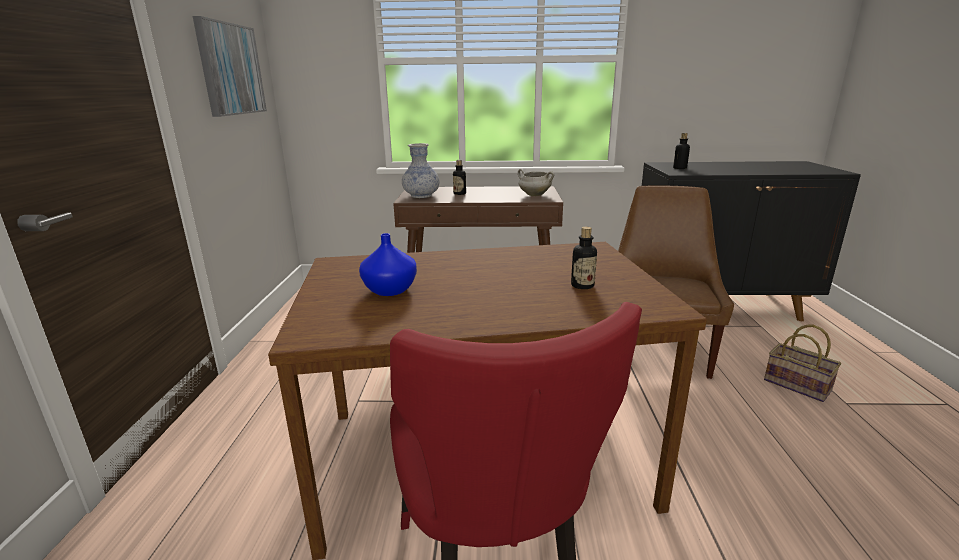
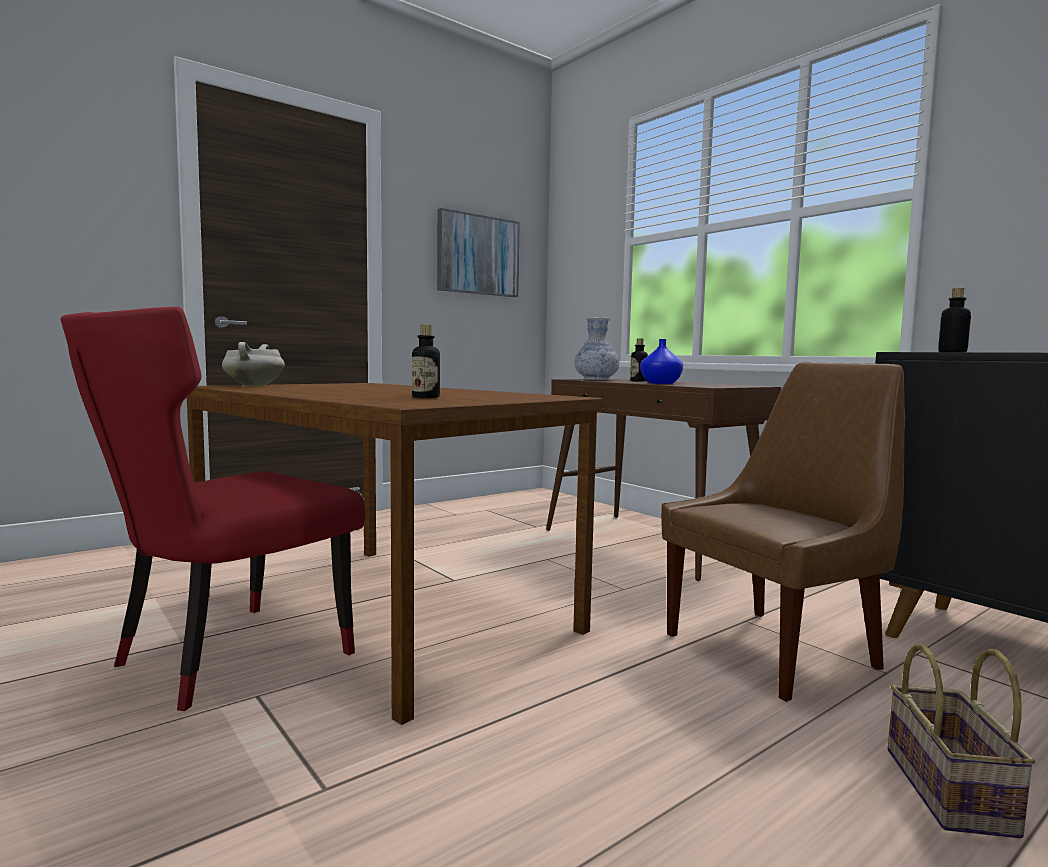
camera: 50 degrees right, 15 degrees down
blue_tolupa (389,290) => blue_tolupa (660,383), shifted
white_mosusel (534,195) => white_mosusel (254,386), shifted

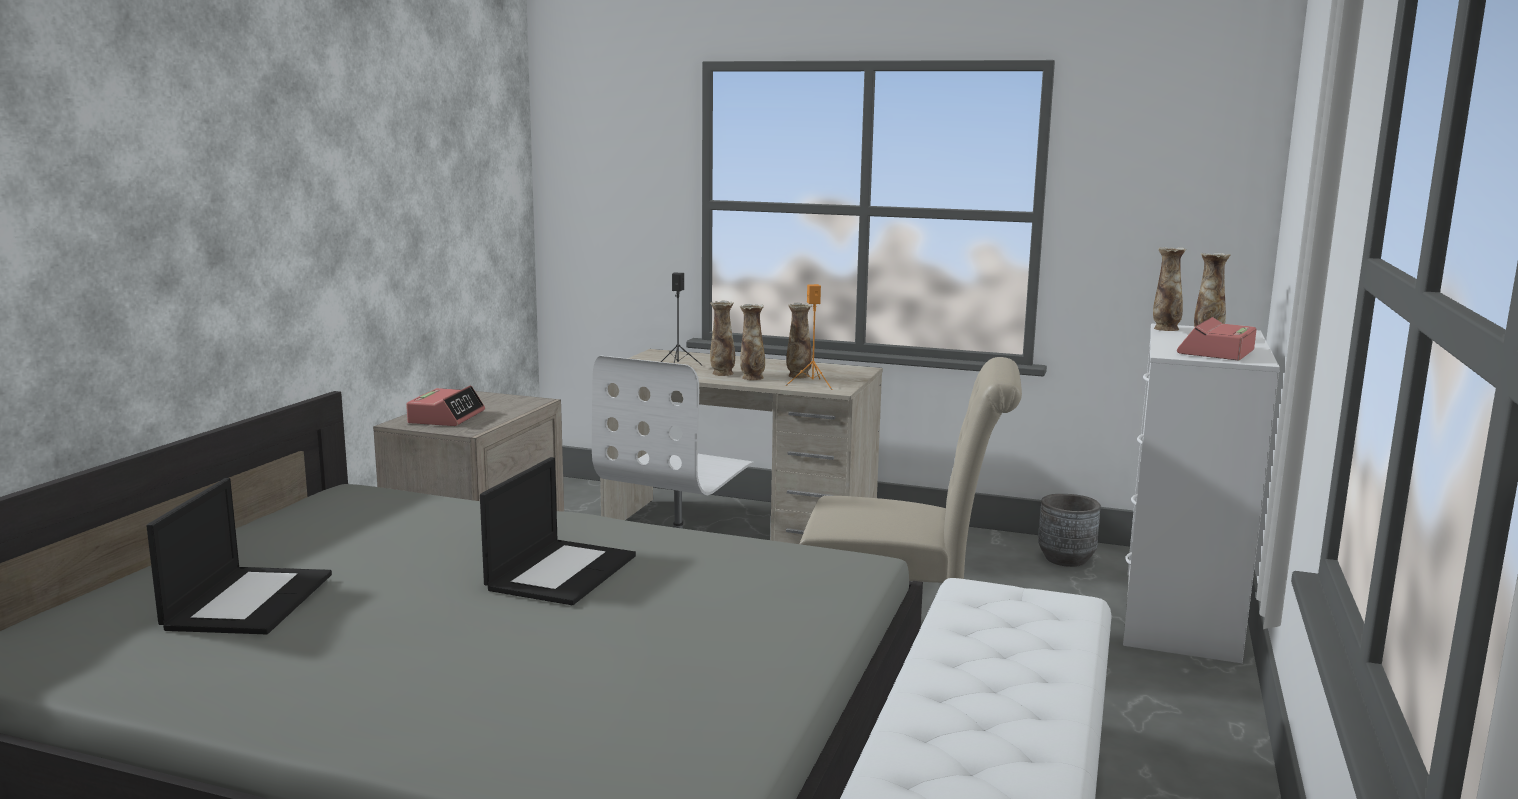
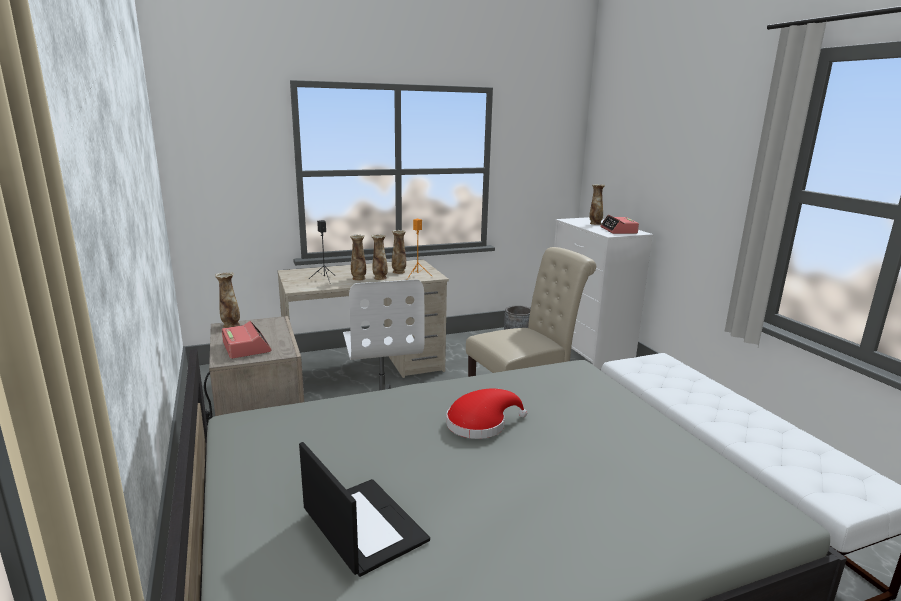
camera: 40 degrees left, 5 degrees up
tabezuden (561,571) => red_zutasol (480,424)
tolupa (1165,329) => tolupa (230,325), shifted

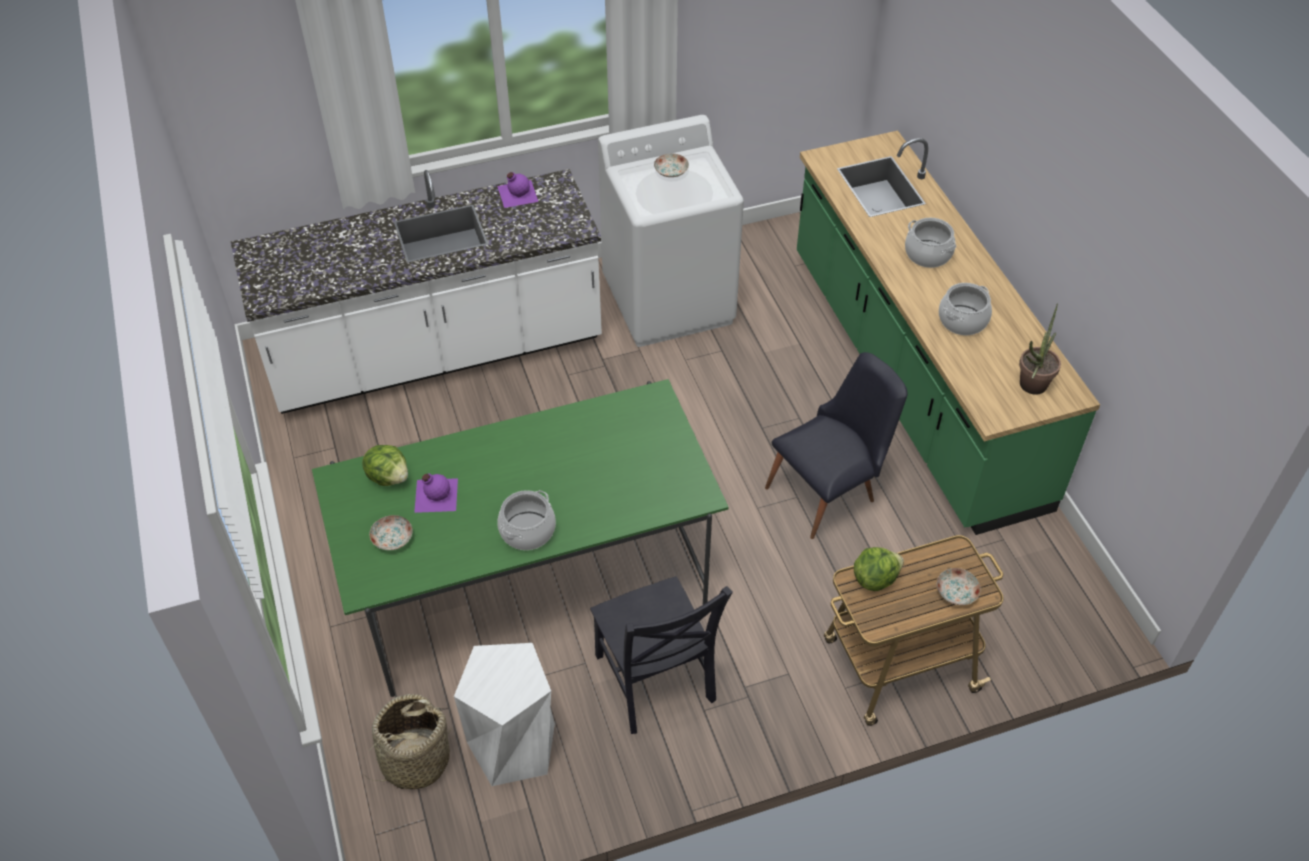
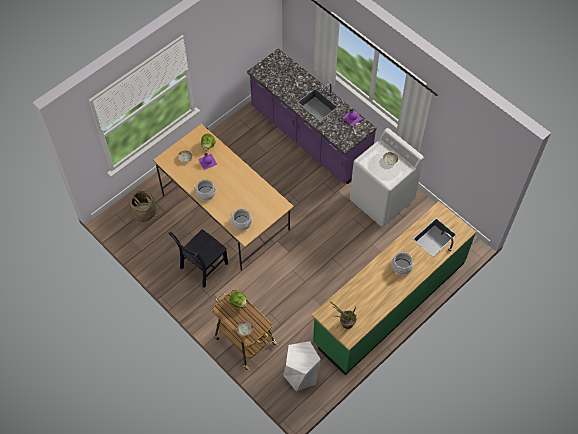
camera: 65 degrees right, 10 degrees up
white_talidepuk (436,354) => purple_talidepuk (309,137)
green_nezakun (529,578) => beige_nezakun (225,212)
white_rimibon (513,745) => white_rimibon (301,375), shifted
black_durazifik (830,491) => nothing
mosusel (962,320) => mosusel (242,222), shifted

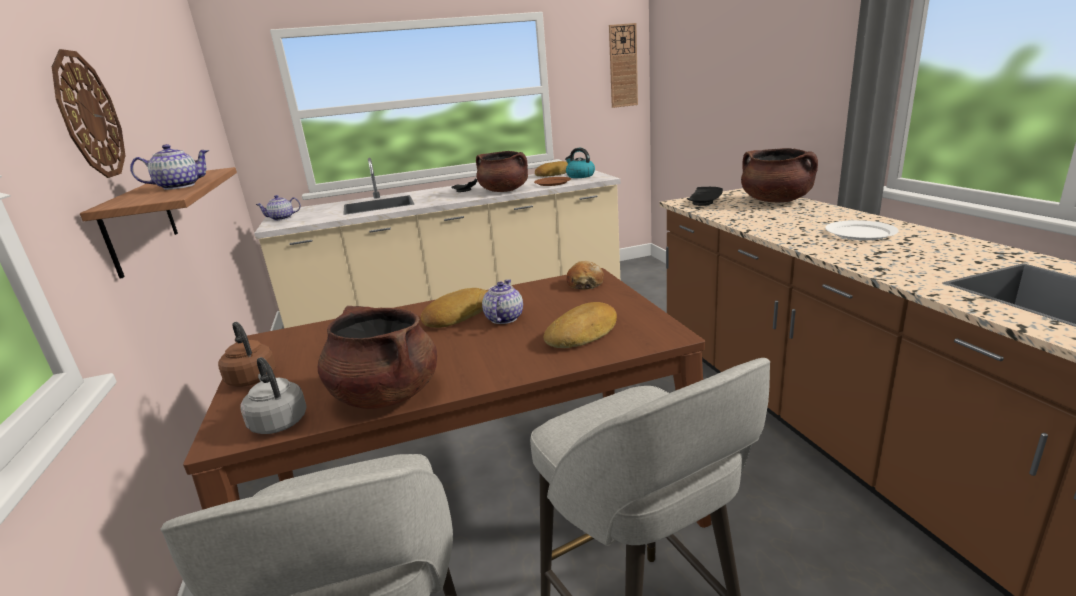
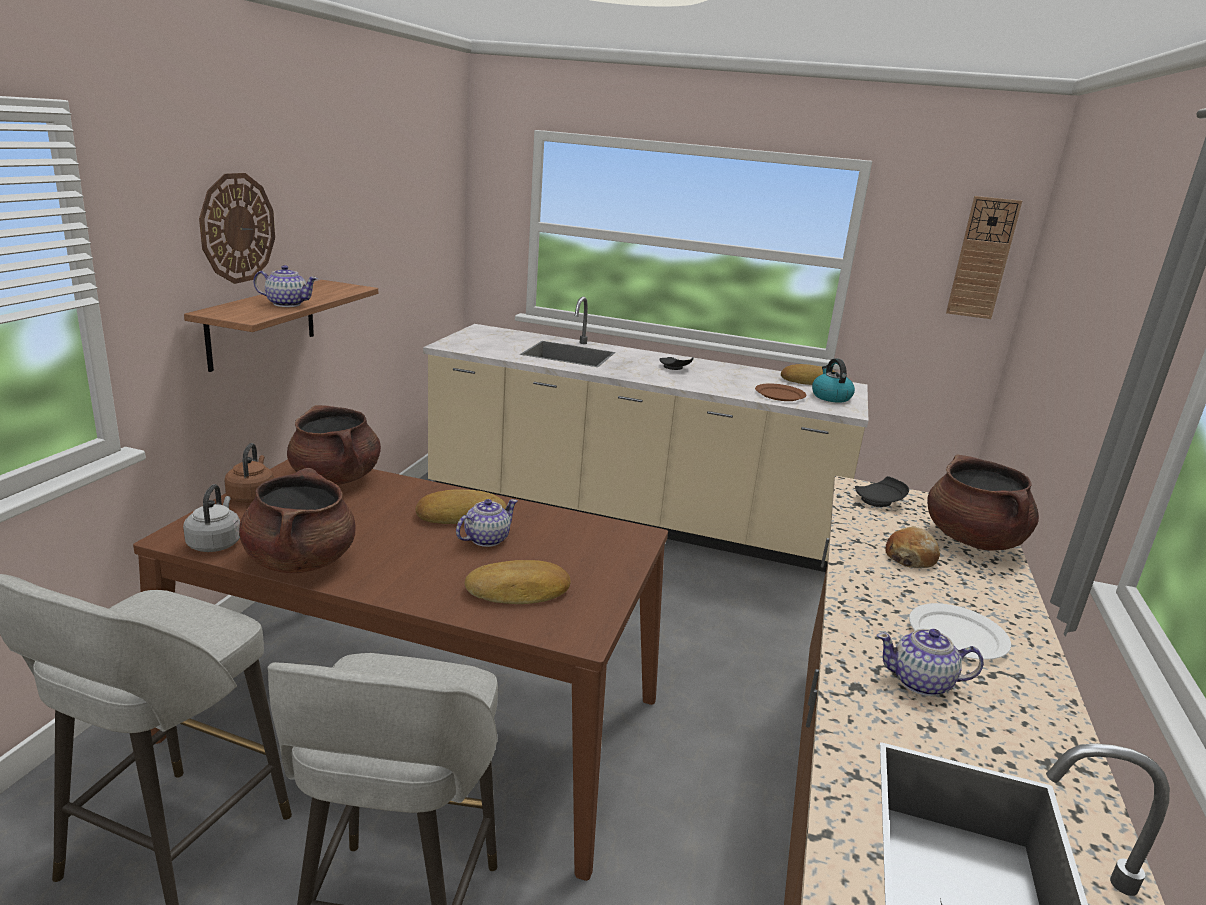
camera: 30 degrees right, 0 degrees up
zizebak (282,218) => zizebak (921,683), shifted
brown_mosusel (504,191) => brown_mosusel (336,478), shifted
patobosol (585,283) => patobosol (910,557), shifted

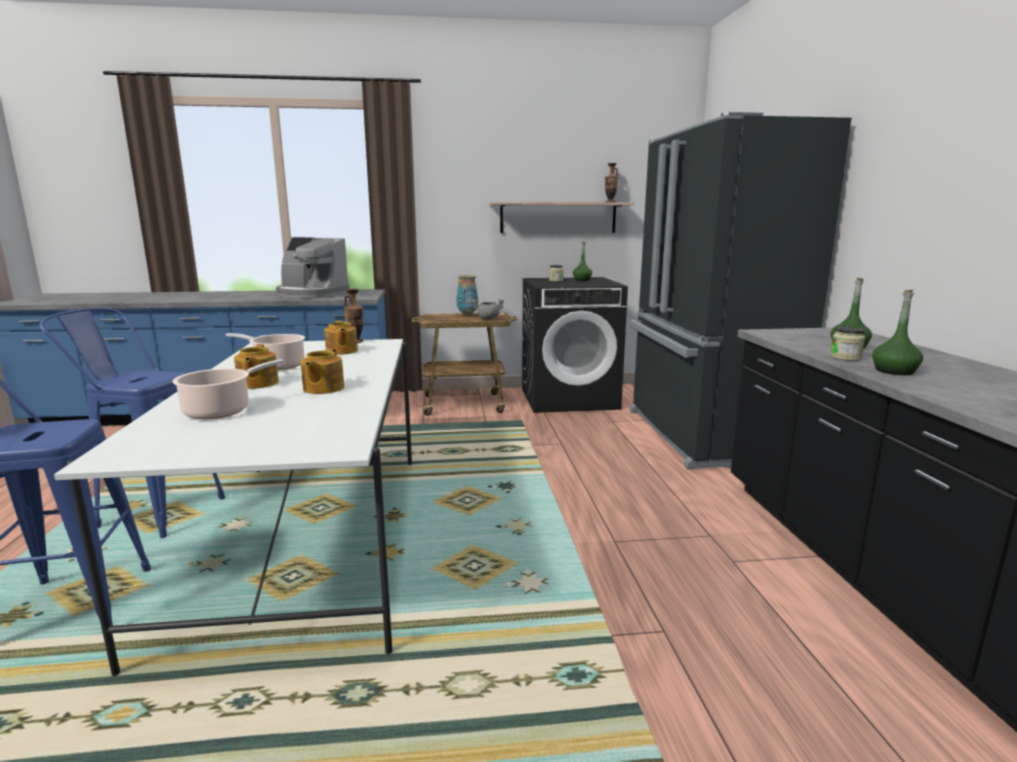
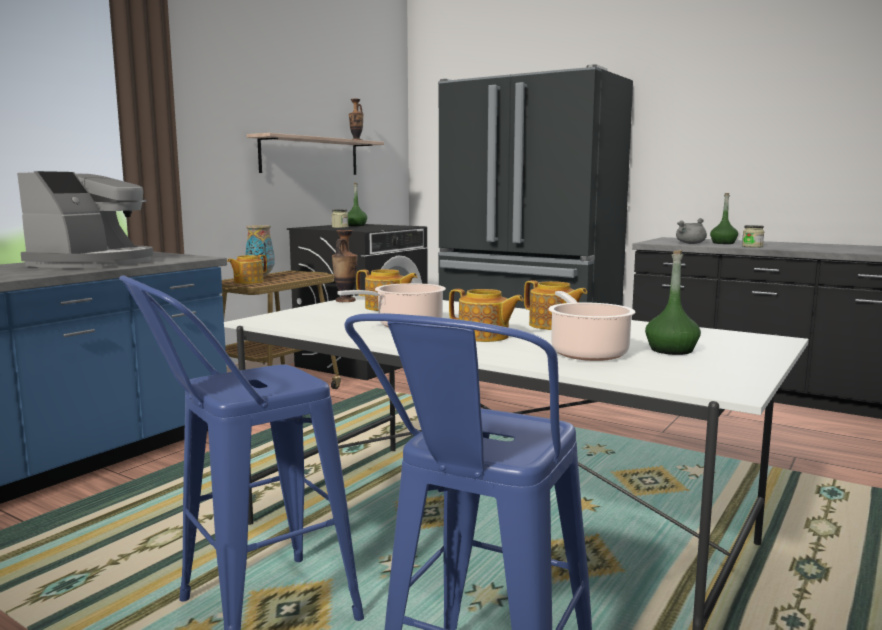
camera: 50 degrees left, 5 degrees down
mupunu (311,294) => mupunu (94,263), 45 degrees counterclockwise
grey_mosusel (487,318) => grey_mosusel (690,243), shifted
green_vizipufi (894,371) => green_vizipufi (671,350), shifted
nothing => zizebak (247,282)

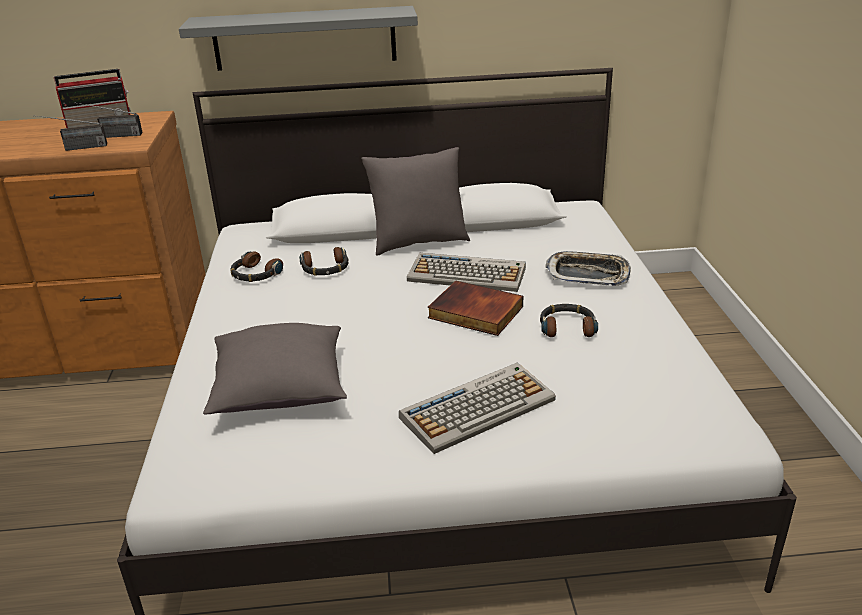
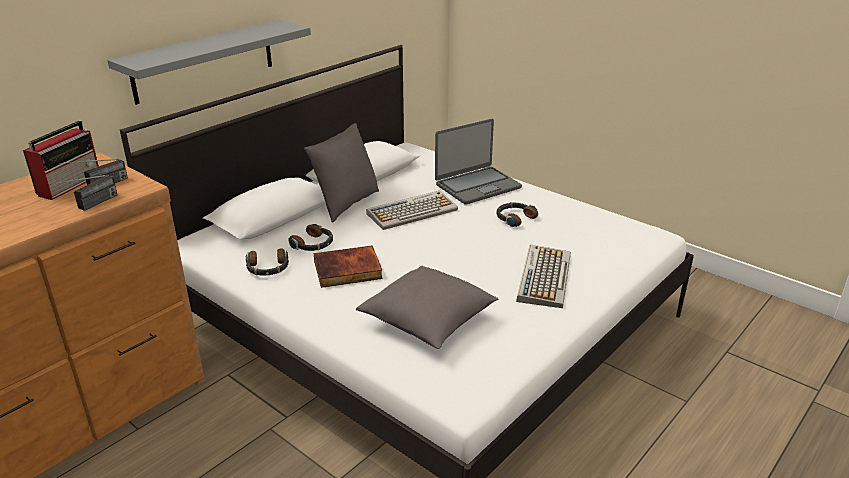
camera: 45 degrees left, 0 degrees up
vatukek (474,313) => vatukek (347,271), shifted
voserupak (588,274) => tabezuden (477,186)

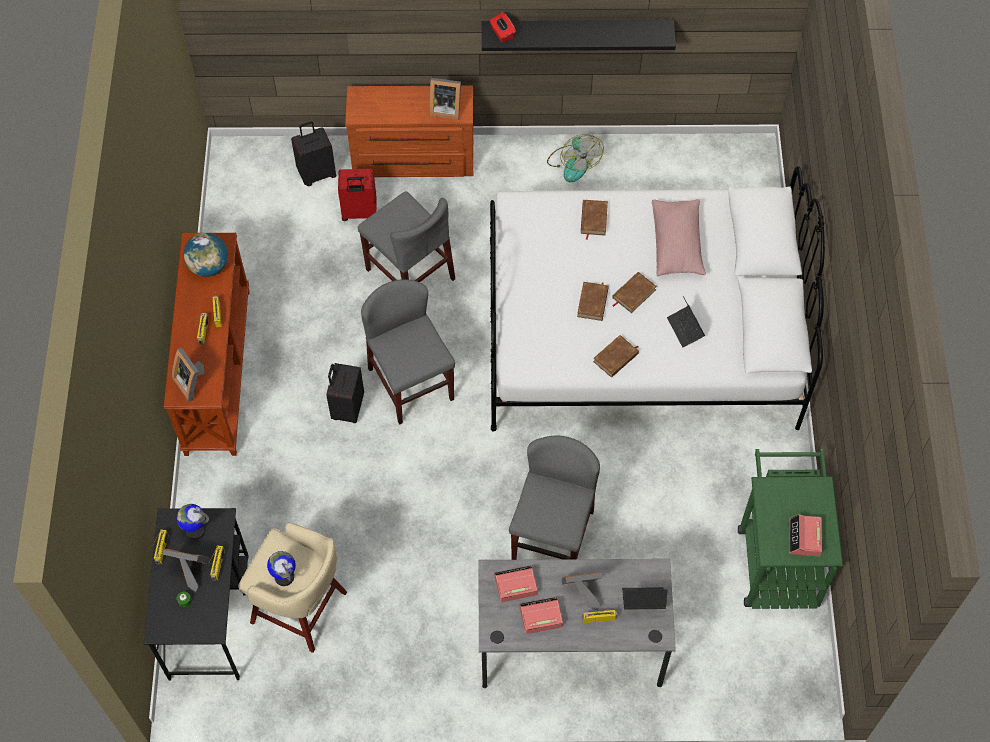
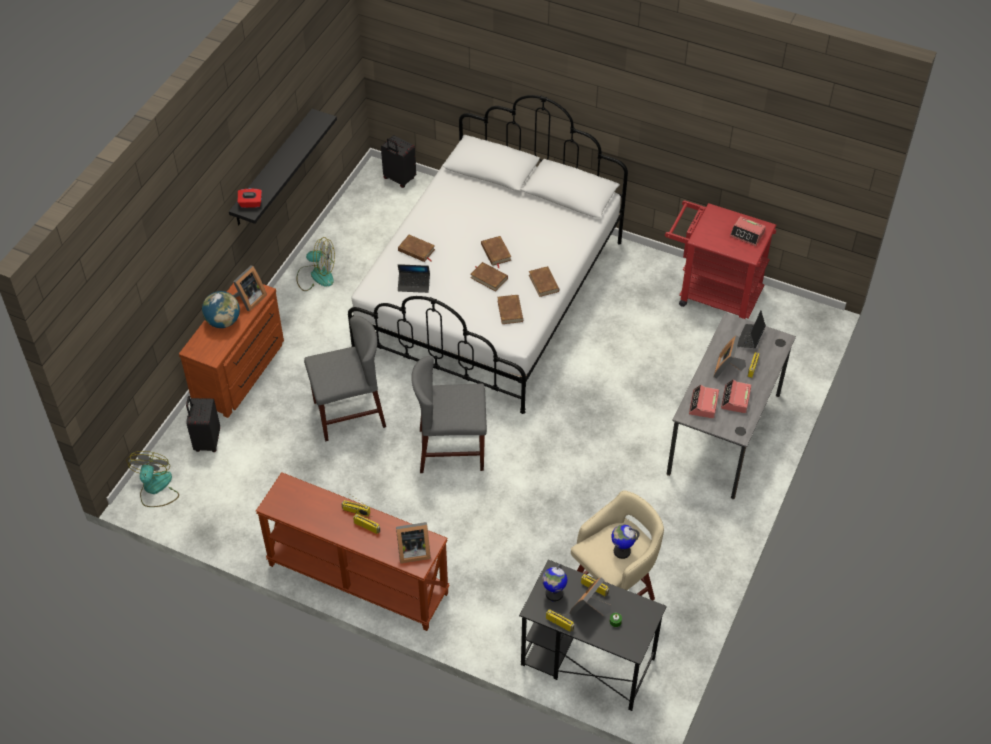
camera: 65 degrees left, 10 degrees down
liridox (209,266) => liridox (223,321), shifted
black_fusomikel (347,408) => black_fusomikel (399,179), shifted
red_fusomikel (359,213) => nothing
grey_durazifik (552,536) => nothing
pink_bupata (677,244) => nothing
tabezuden (685,329) => tabezuden (414,284), shifted
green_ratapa (776,557) => red_ratapa (712,294)
nothing => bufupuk (156,489)
nothing => brown_vatukek (510,311)

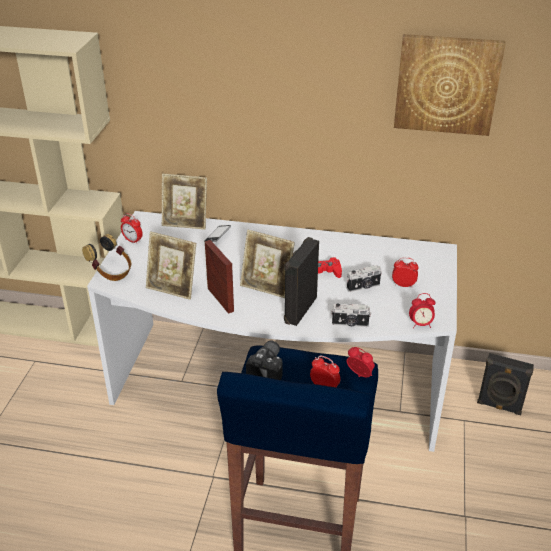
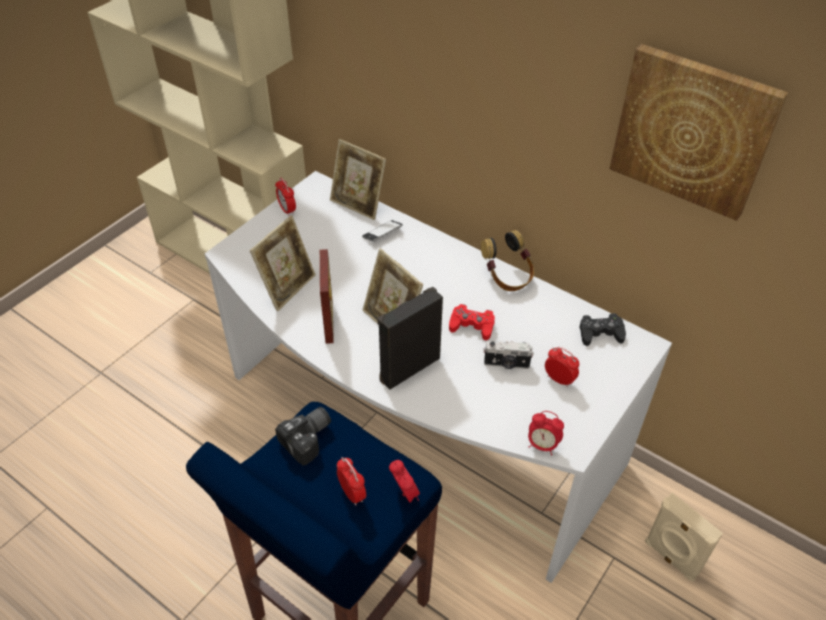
camera: 25 degrees right, 10 degrees up
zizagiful (111,272) => zizagiful (507,277), shifted
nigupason (172,288) => nigupason (288,288), 105 degrees counterclockwise
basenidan (350,324) => nothing
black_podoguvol (499,407) => beige_podoguvol (671,558)
nothing => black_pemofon (600,333)

